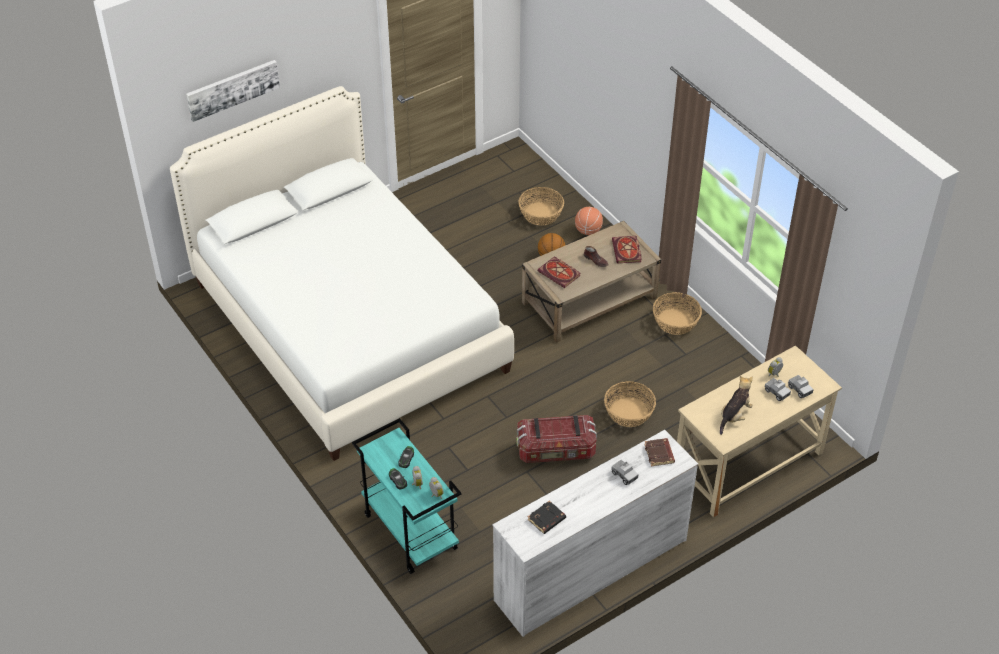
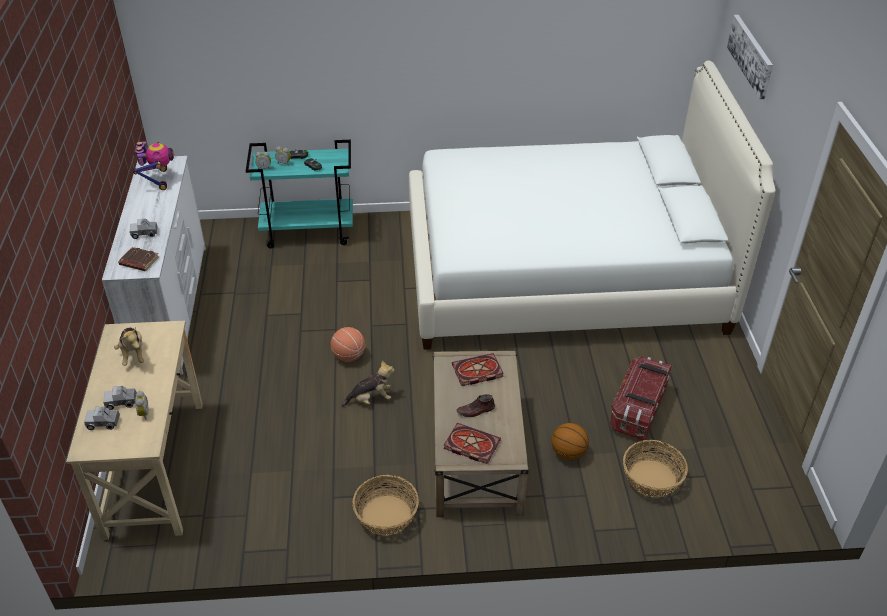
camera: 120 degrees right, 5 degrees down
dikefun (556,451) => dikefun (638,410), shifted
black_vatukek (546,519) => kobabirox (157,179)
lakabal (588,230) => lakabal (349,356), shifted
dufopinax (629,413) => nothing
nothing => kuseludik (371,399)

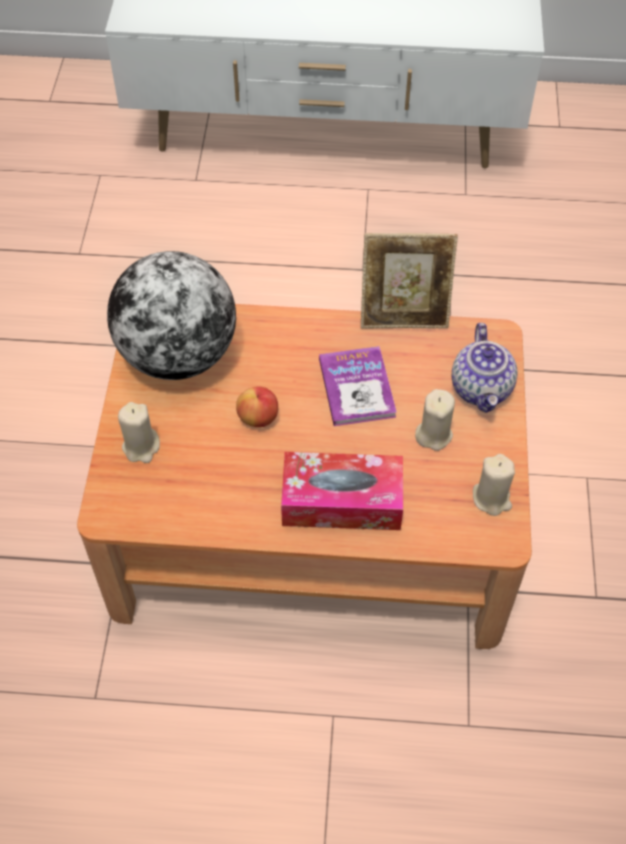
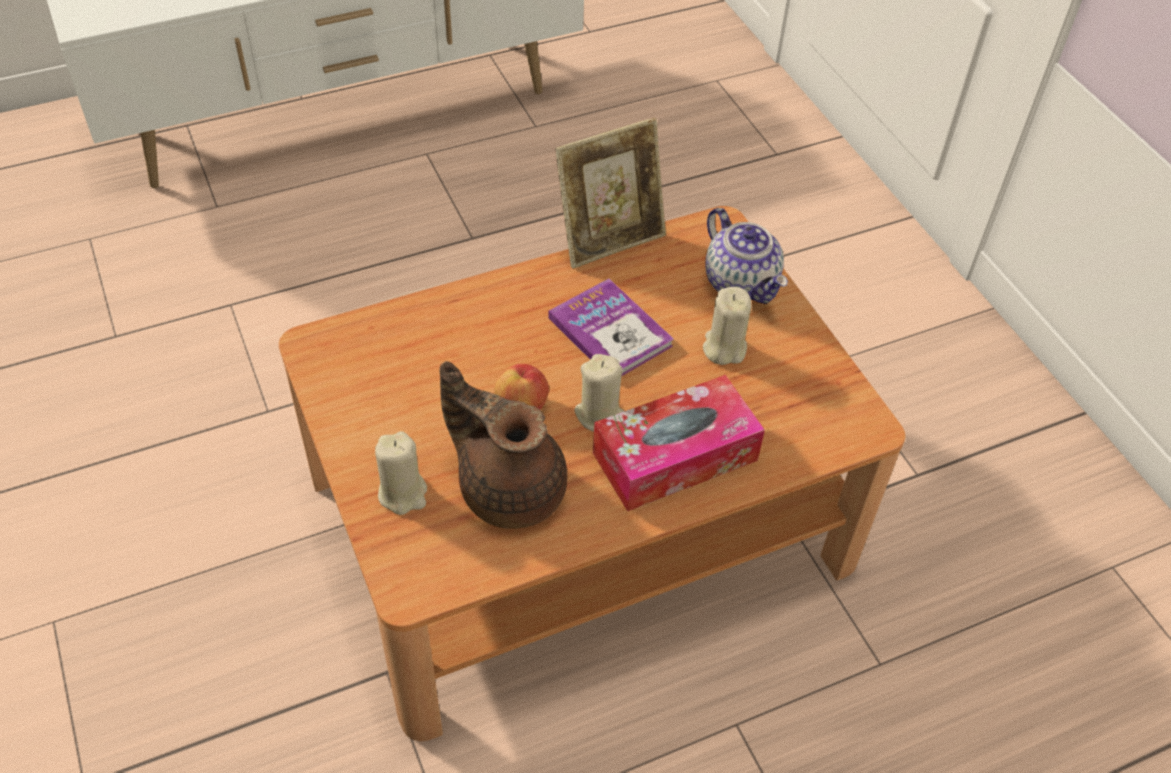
camera: 30 degrees left, 5 degrees down
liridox (178,355) => nothing
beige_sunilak (491,498) => beige_sunilak (600,415), shifted
nothing => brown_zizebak (508,487)

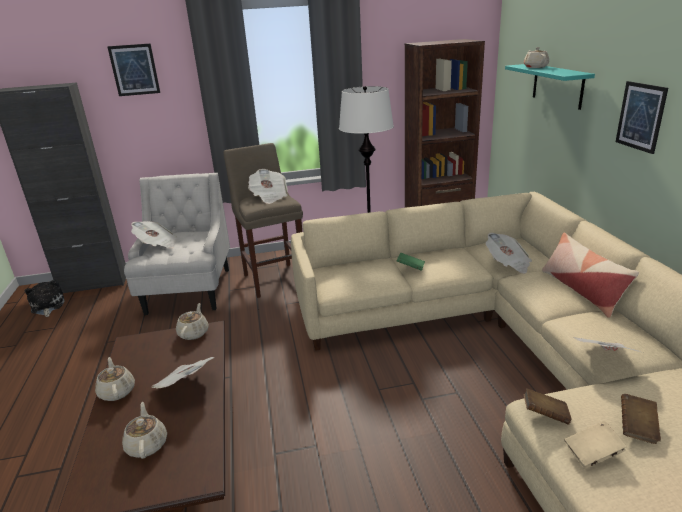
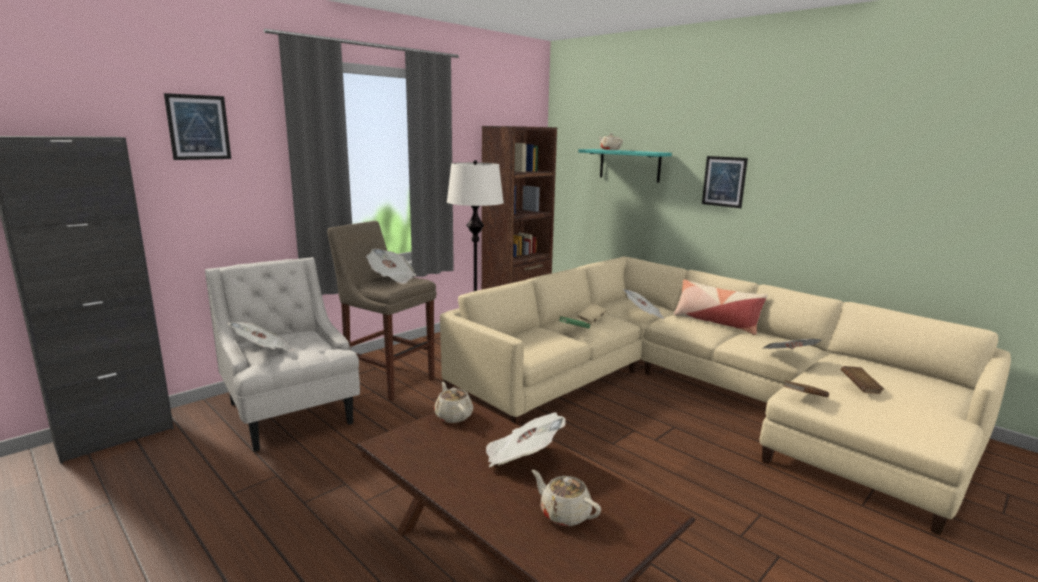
camera: 35 degrees left, 10 degrees down
kuseludik (47,306) => nothing
beige_zizebak (117,391) => nothing
beige_vatukek (592,453) => beige_vatukek (591,320), shifted

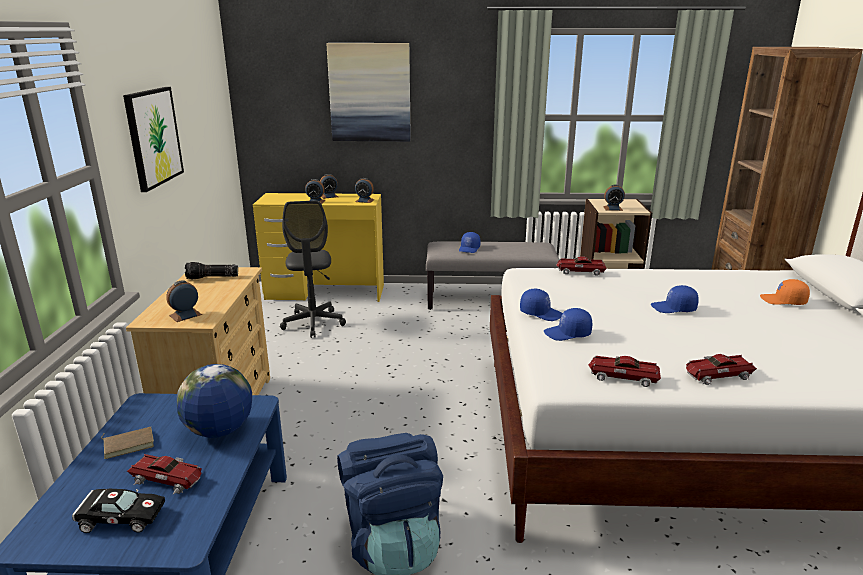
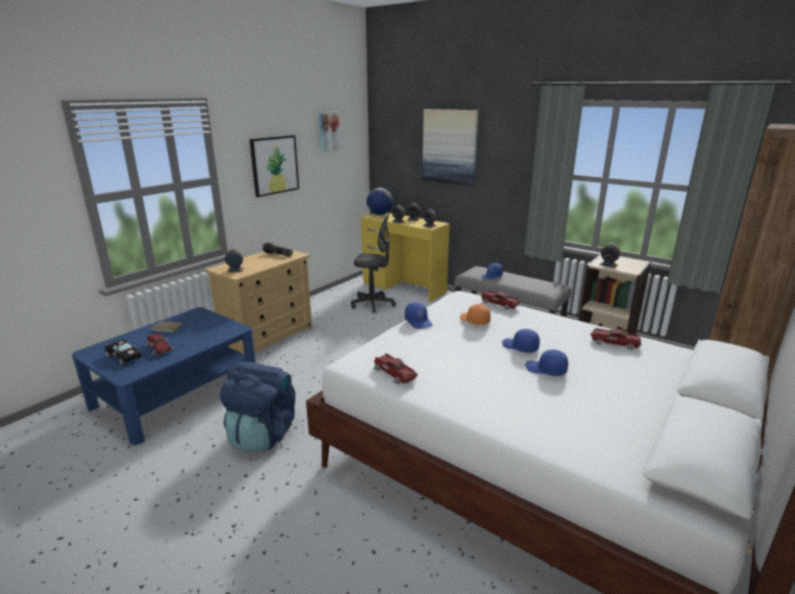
camera: 35 degrees right, 0 degrees up
liridox (219,430) => liridox (380,214), shifted
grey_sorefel (313,323) => grey_sorefel (373,304), 105 degrees counterclockwise
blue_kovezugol (567,334) => blue_kovezugol (545,370), shifted
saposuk (717,375) => saposuk (614,343), shifted
orange_kovezugol (783,301) => orange_kovezugol (474,320), shifted
nothing => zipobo (328,131)

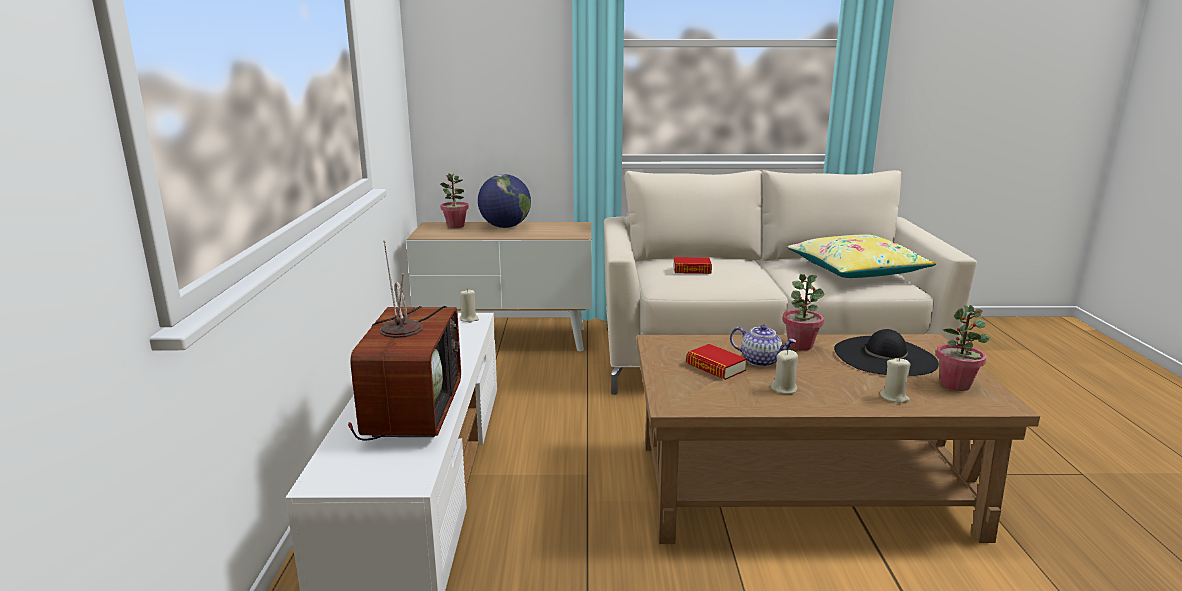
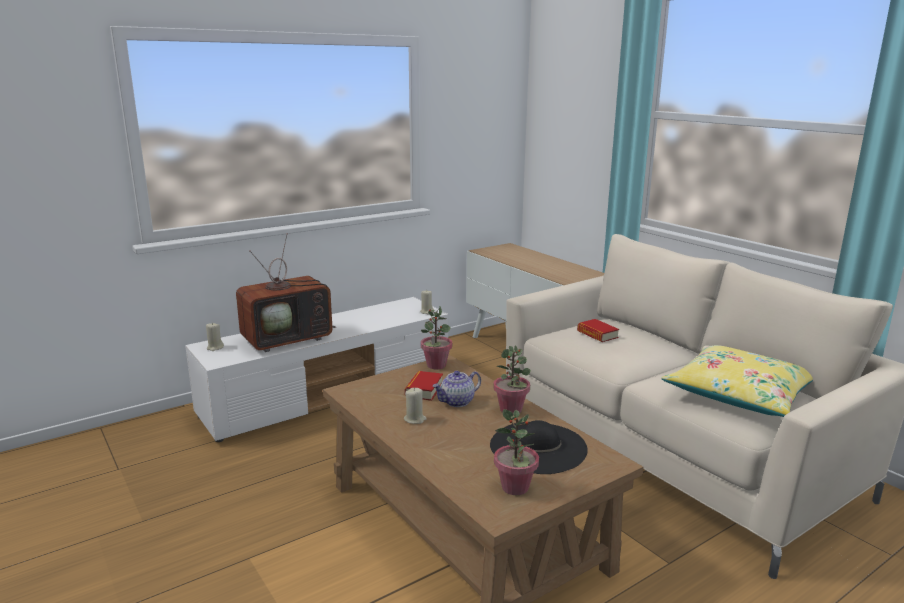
camera: 55 degrees right, 0 degrees up
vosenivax (455,226) => vosenivax (436,365), shifted
liridox (505,227) => nothing
zizebak (761,361) => zizebak (457,402), 60 degrees clockwise
beige_sunilak (894,397) => beige_sunilak (215,347), shifted

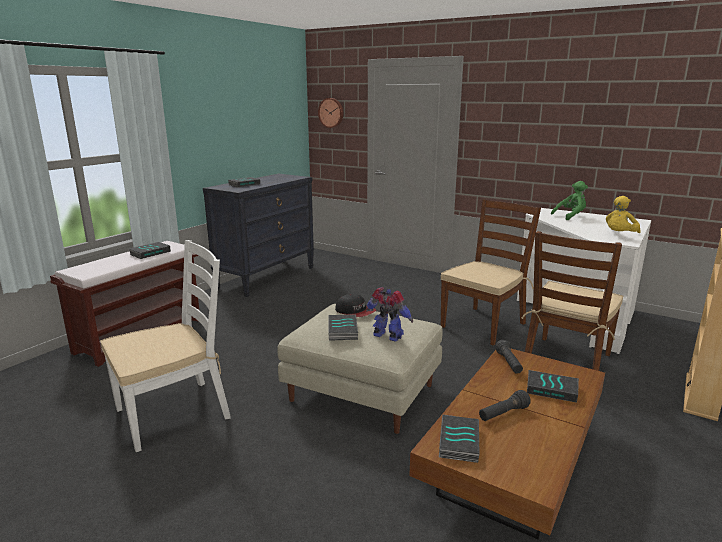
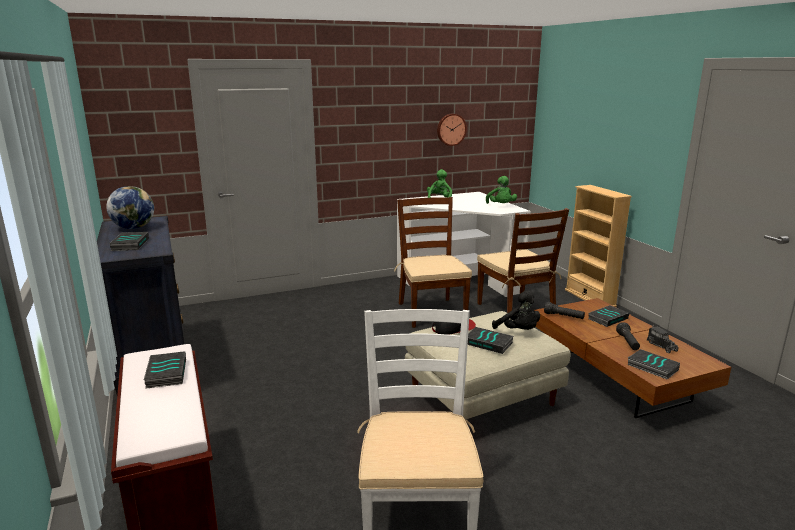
camera: 55 degrees left, 0 degrees up
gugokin (331,113) => gugokin (451,129), shifted
kobabirox (387,337) => black_kuseludik (518,331)
yellow_kuseludik (619,235) => green_kuseludik (501,206)
nothing => liridox (134,228)
nothing => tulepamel (661,345)

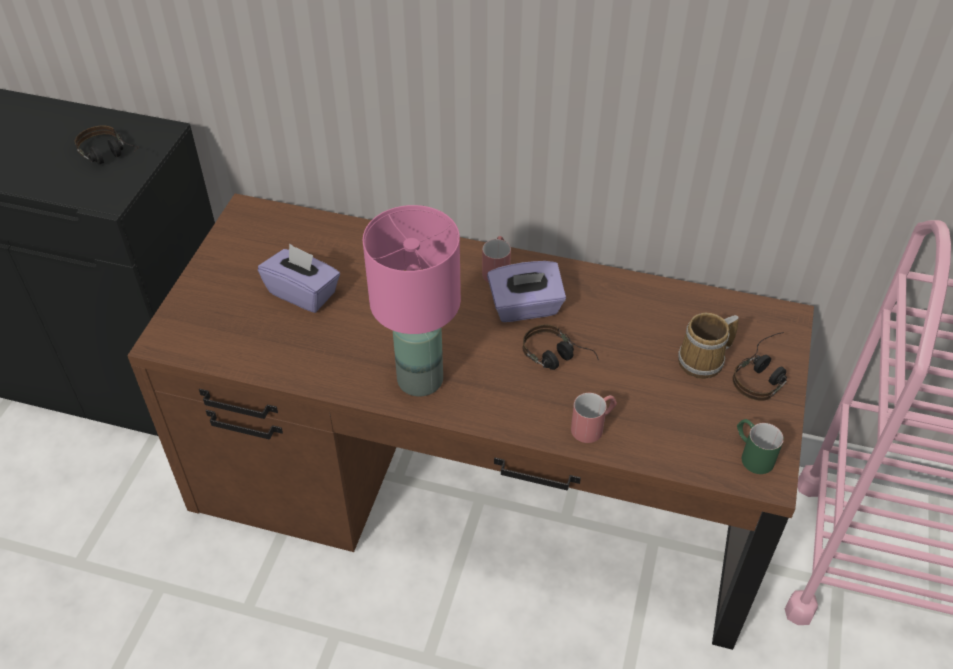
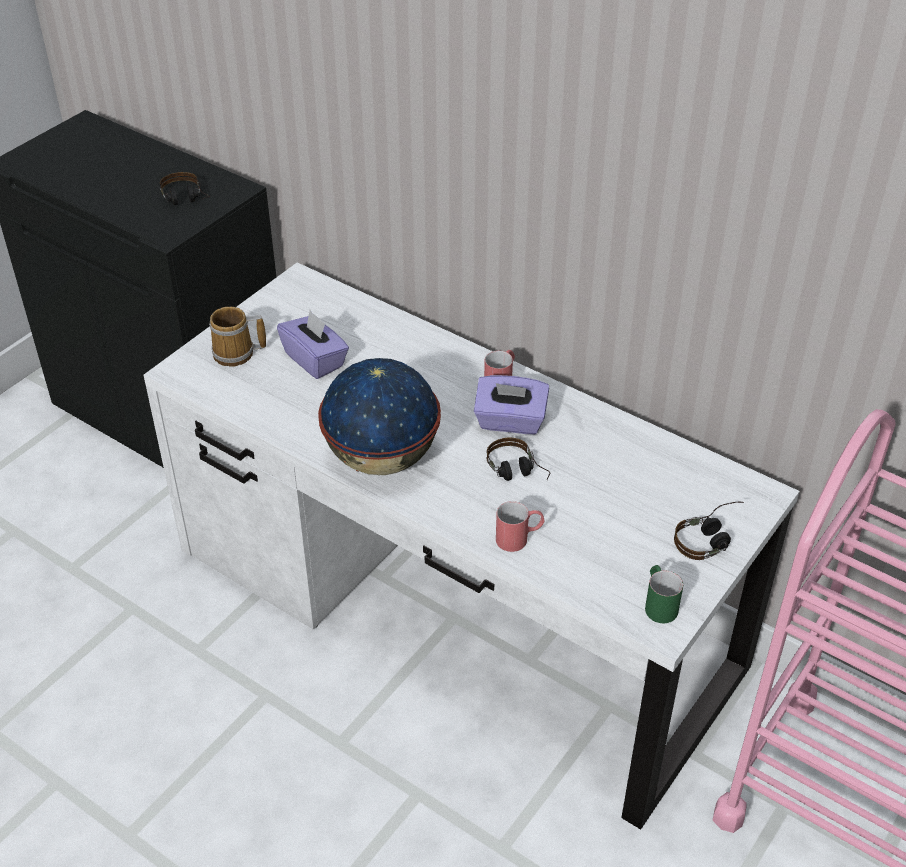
camera: 20 degrees right, 5 degrees down
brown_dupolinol (477,488) => white_dupolinol (455,608)
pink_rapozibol (421,379) => liridox (382,458)
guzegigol (704,361) => guzegigol (236,354), shifted

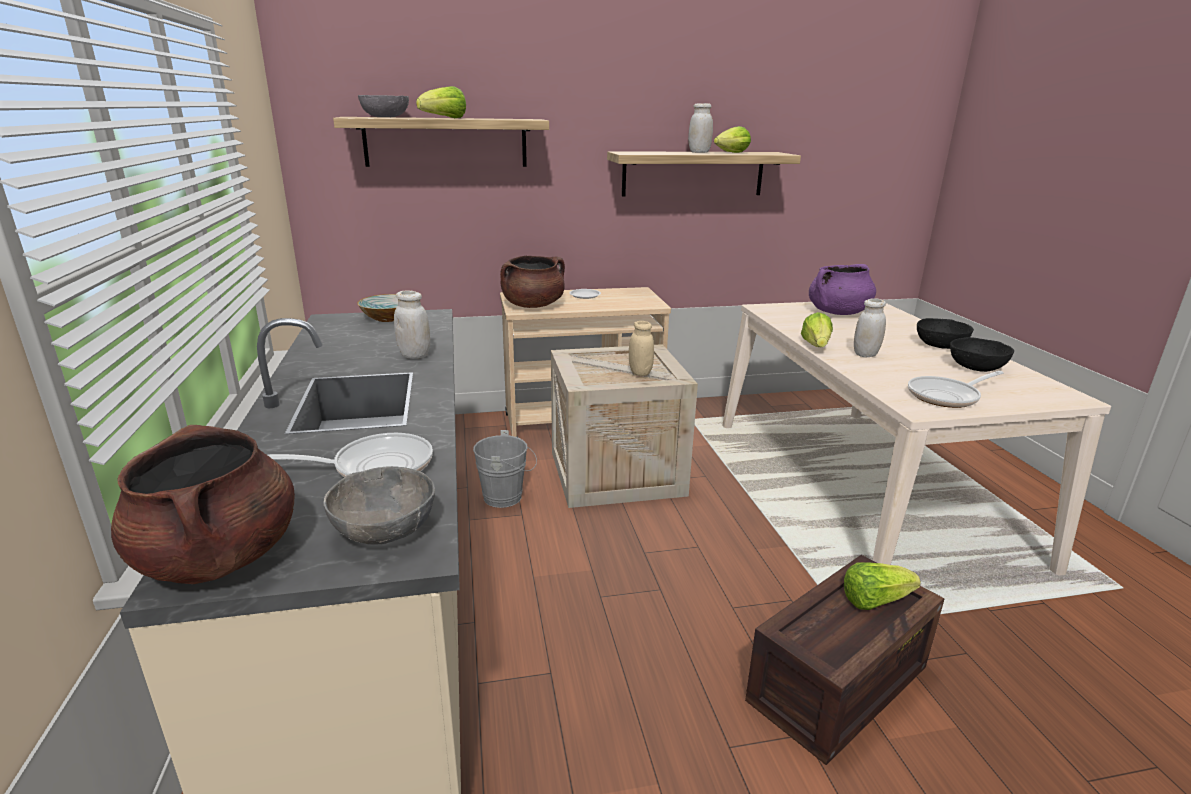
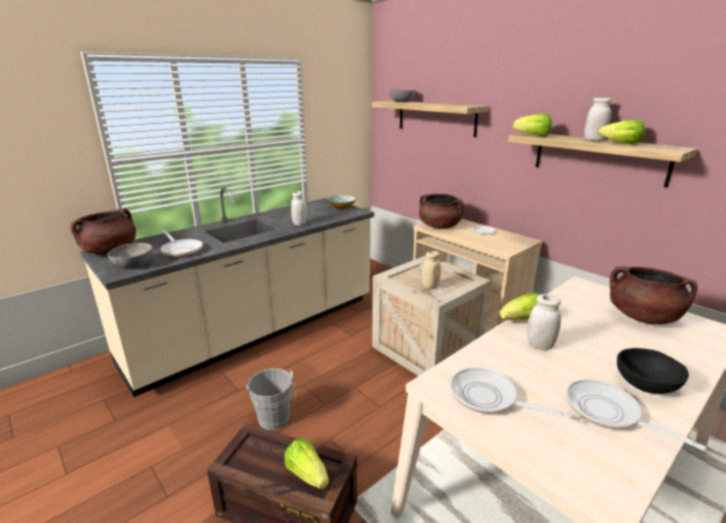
camera: 60 degrees right, 0 degrees up
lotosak (445,118) => lotosak (533,136), shifted
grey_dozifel (507,497) => grey_dozifel (275,421), shifted
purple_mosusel (838,312) => brown_mosusel (642,317)
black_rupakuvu (976,367) => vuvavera (608,413)

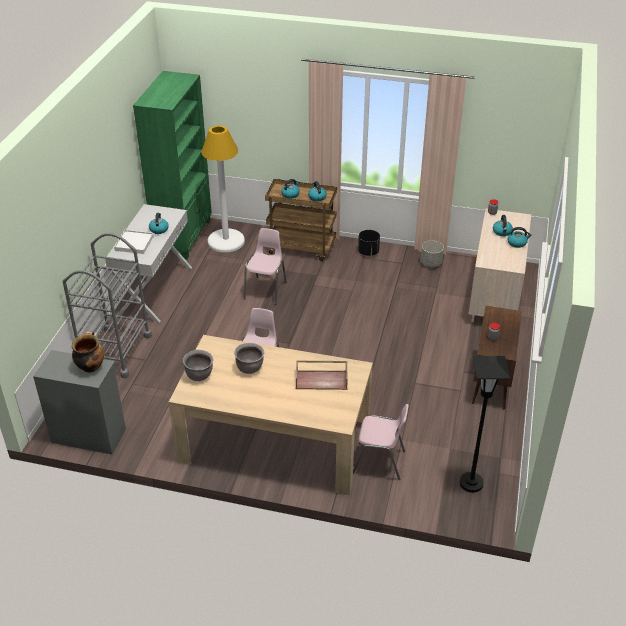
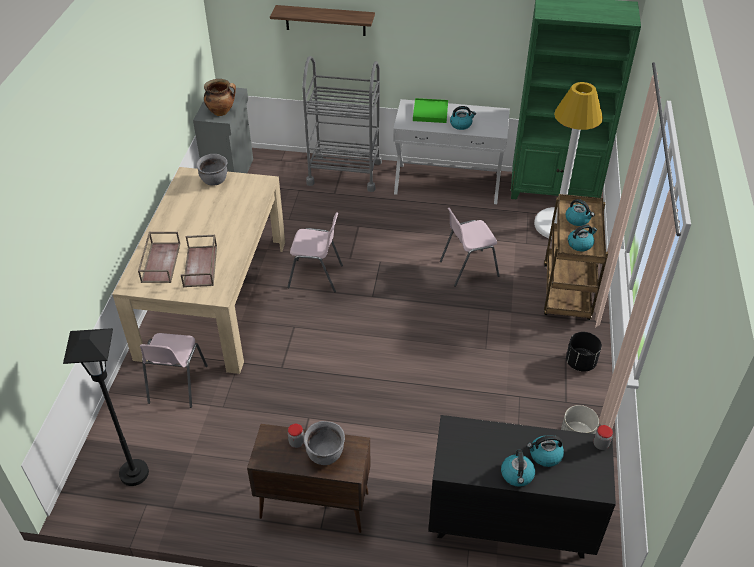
camera: 85 degrees right, 5 degrees up
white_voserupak (134,243) => green_voserupak (430,112)
grey_mosusel (250,368) => grey_mosusel (325,455), shifted
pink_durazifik (266,290) => pink_durazifik (468,268), 150 degrees clockwise
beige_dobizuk (494,297) => black_dobizuk (510,521)
nothing => brown_voserupak (160,262)
nothing => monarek (325,20)

